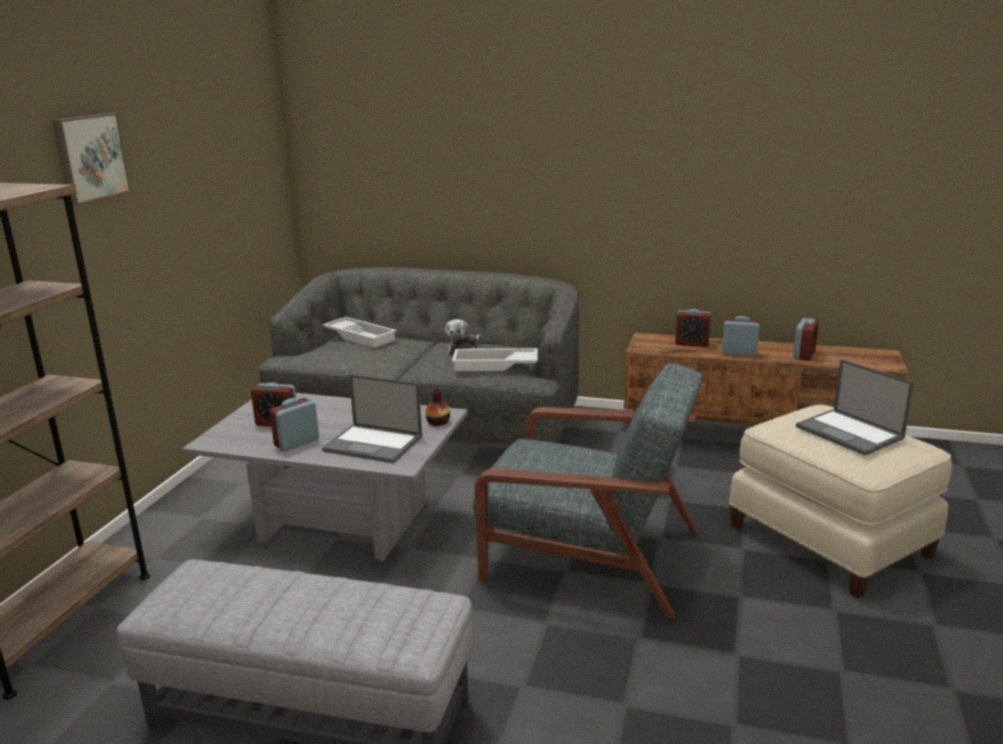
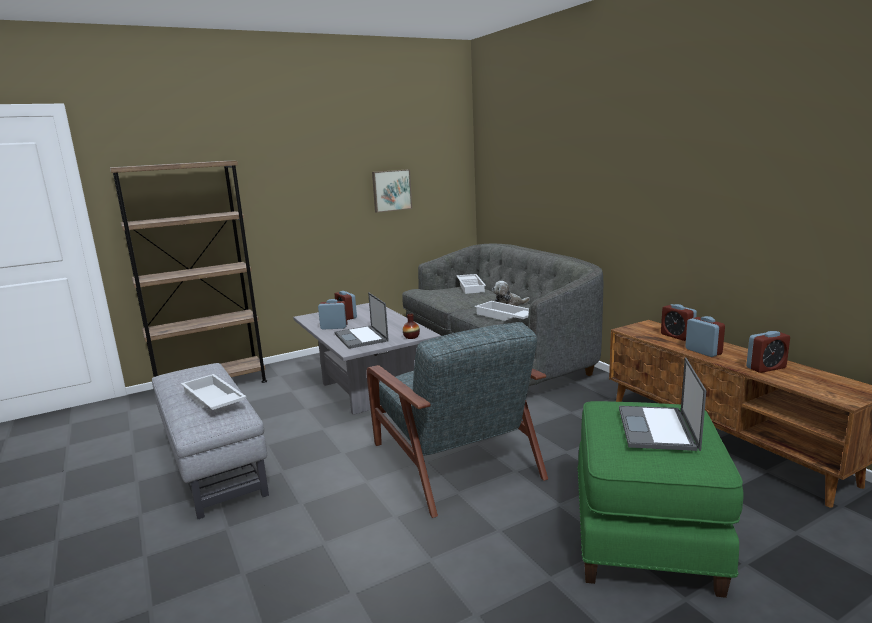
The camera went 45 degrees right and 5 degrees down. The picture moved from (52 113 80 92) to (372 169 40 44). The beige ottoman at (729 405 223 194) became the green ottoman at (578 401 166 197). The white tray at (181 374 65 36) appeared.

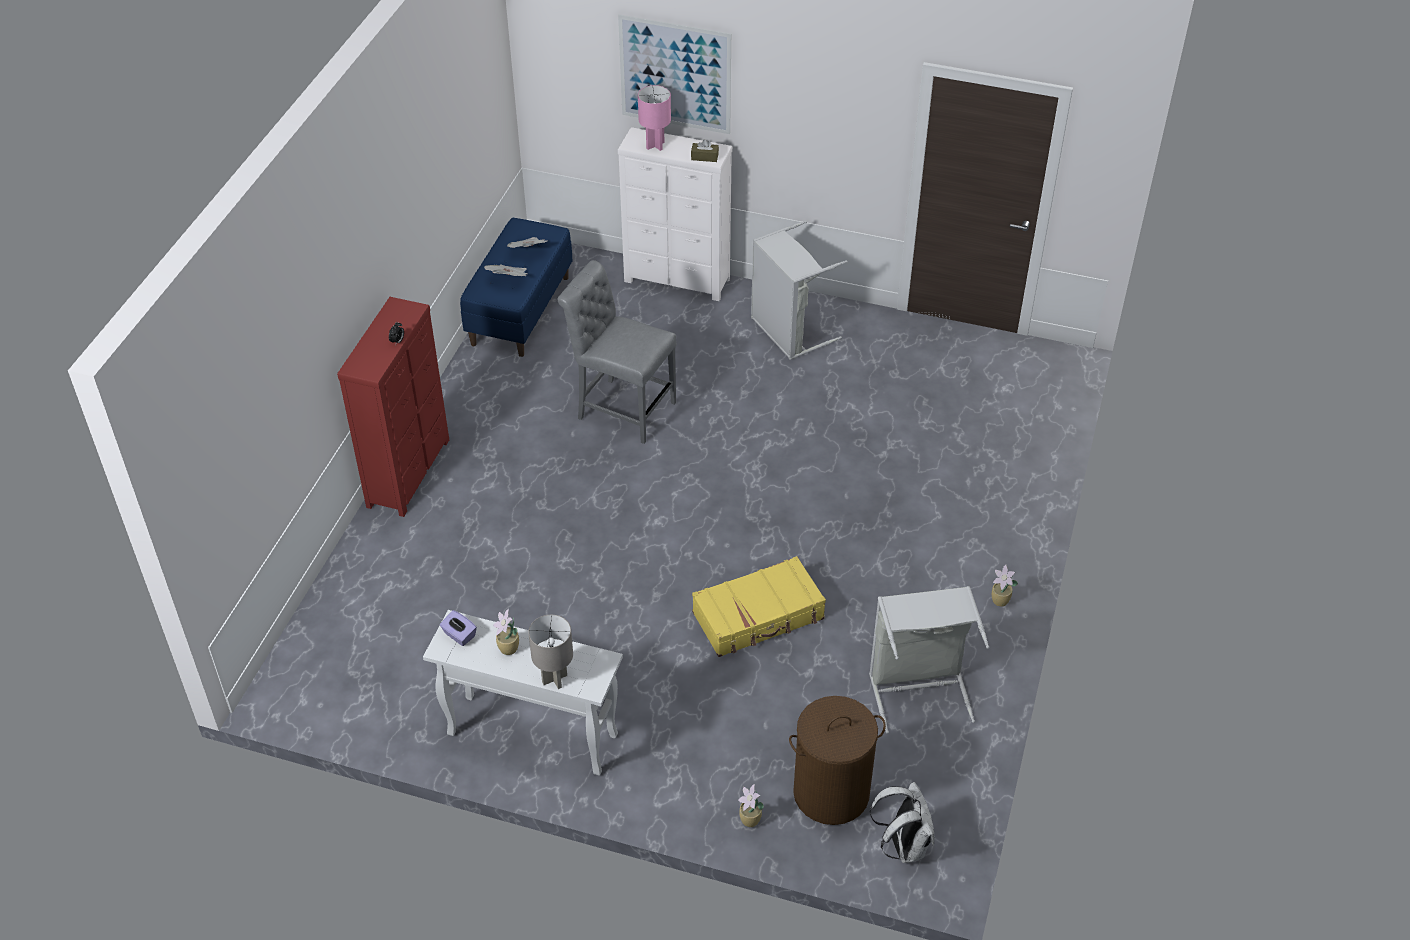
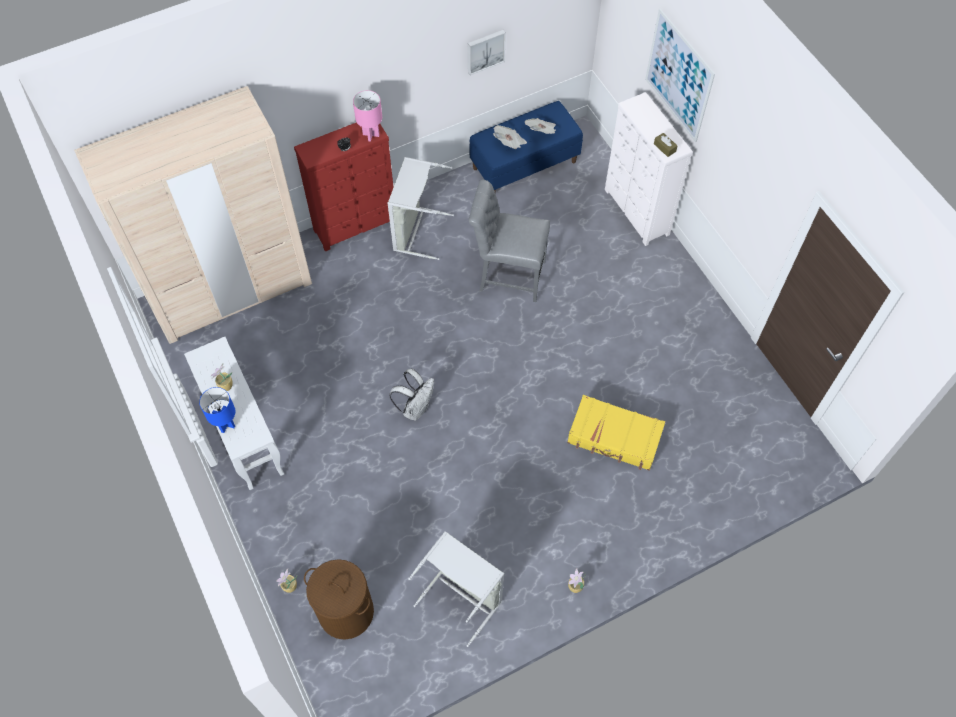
The camera went 45 degrees right and 15 degrees up. The purple tissue box at (440 610 37 36) disappeared. The grey table lamp at (528 615 45 74) became the blue table lamp at (199 387 36 46). The grey chair at (558 260 119 184) turned 60 degrees counterclockwise. The pink table lamp moved from (638 85 33 66) to (353 90 29 51). The yellow suitcase moved from (692 556 134 101) to (567 395 98 76). The grey laundry basket moved from (751 221 97 139) to (388 157 66 103). The white backpack moved from (870 782 65 81) to (389 369 45 52). The beige wardrobe at (74 86 238 258) appeared. The picture at (468 30 38 45) appeared.

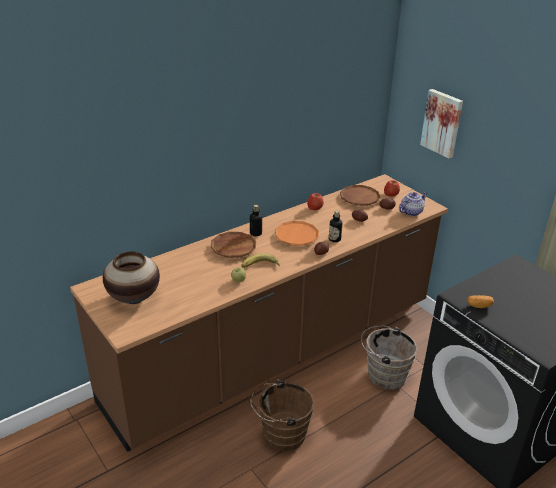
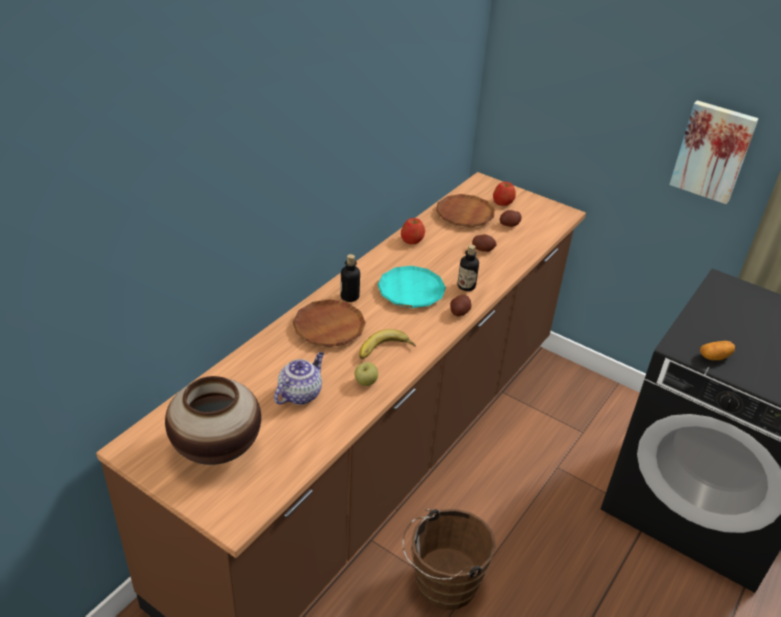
The camera went 20 degrees left and 5 degrees up. The orange plate at (275 221 44 25) became the turquoise plate at (378 266 68 42). The brown bucket at (361 325 57 65) disappeared. The teapot moved from (399 192 29 24) to (274 352 50 53). The picture moved from (420 89 43 69) to (669 100 90 104).

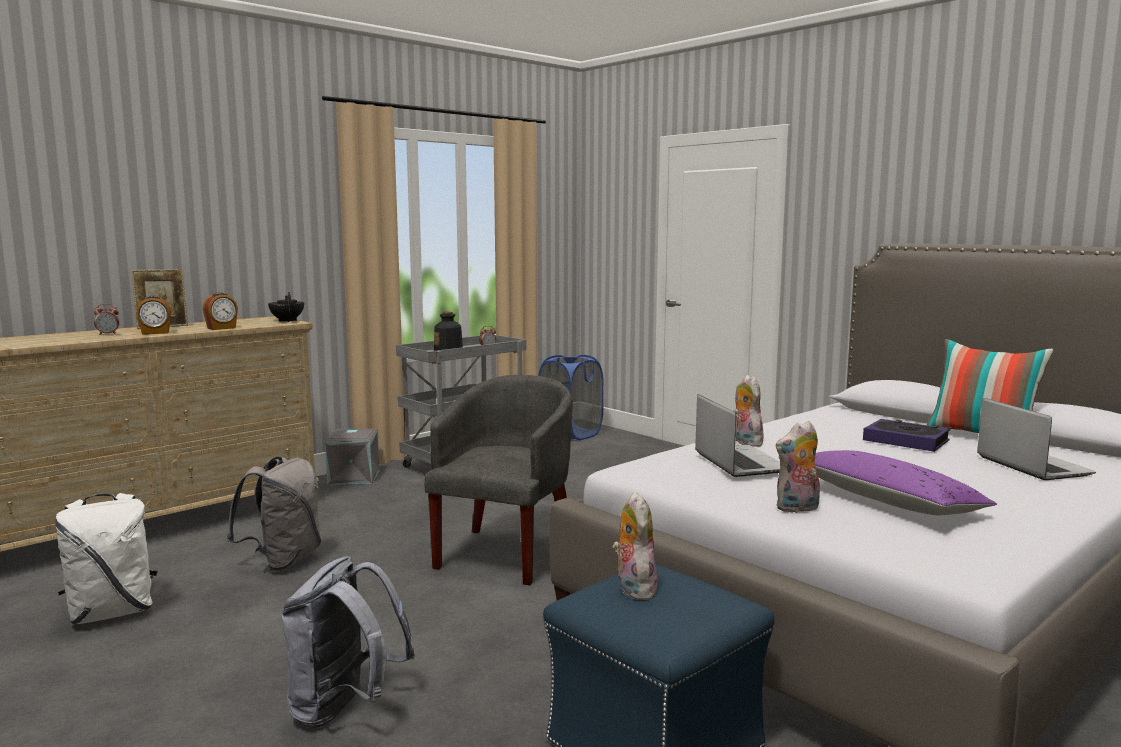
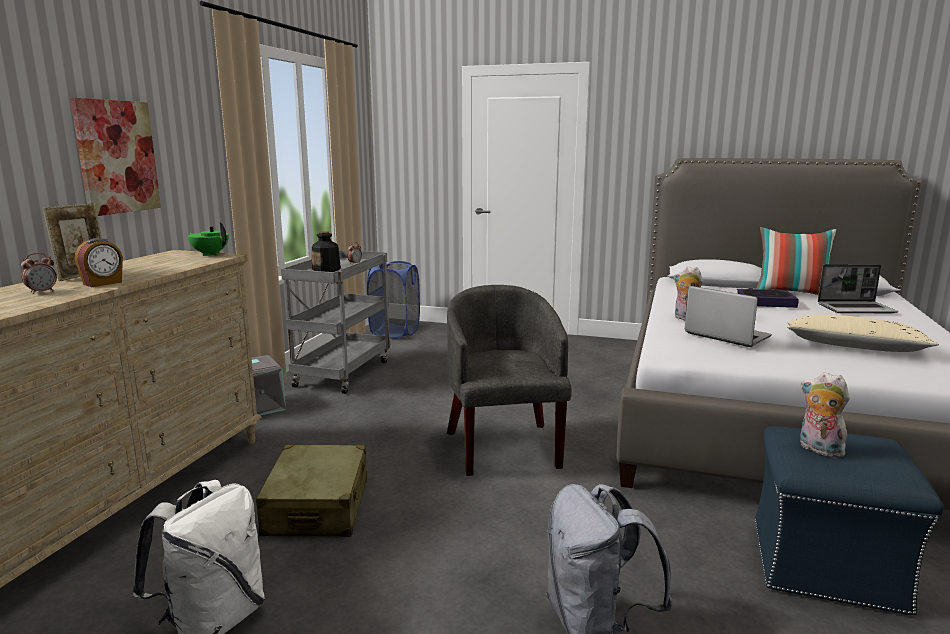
The camera went 30 degrees left and 5 degrees up. The alarm clock at (203 293 35 37) disappeared. The grey backpack at (227 457 94 114) was replaced by the beige suitcase at (256 445 111 92). The black teapot at (268 292 36 30) became the green teapot at (188 222 41 34). The plush toy at (776 421 44 92) disappeared. The purple pillow at (815 450 182 65) became the beige pillow at (787 315 152 37). The laptop at (977 398 119 82) turned 135 degrees clockwise. The picture at (70 98 91 118) appeared.

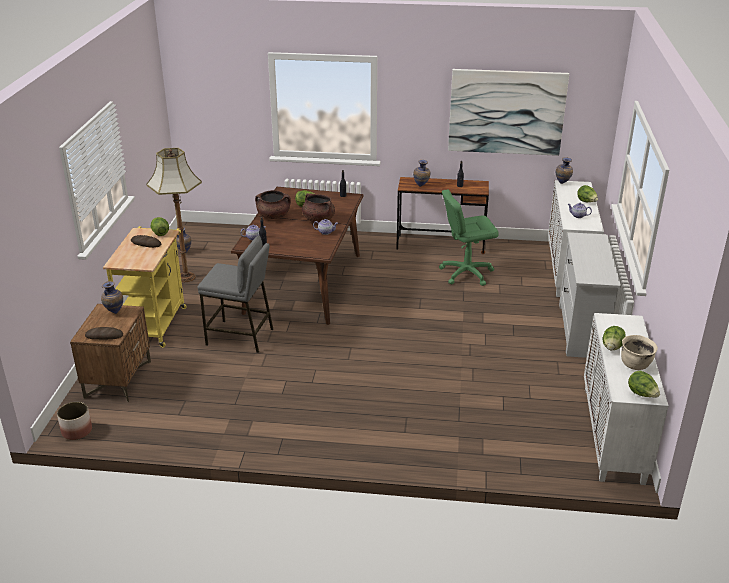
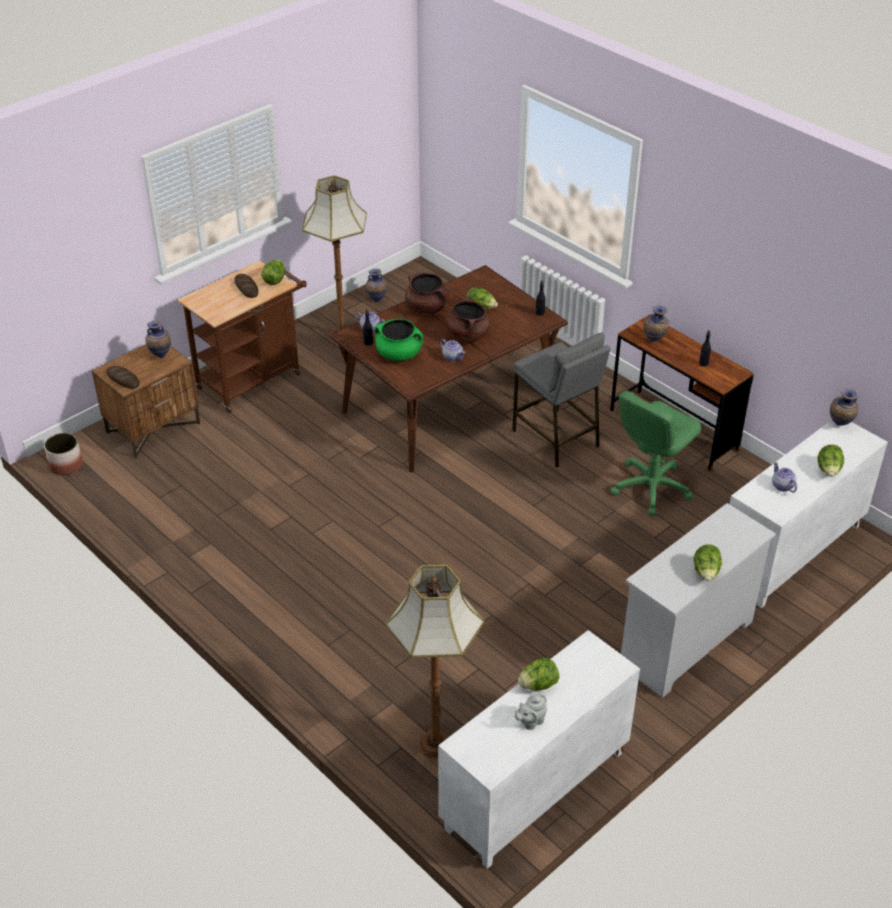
The camera went 40 degrees right and 10 degrees up. The yellow cart at (103 226 84 122) became the brown cart at (178 260 129 153). The grey stool moved from (197 235 76 118) to (512 332 98 135). The green office chair at (439 190 60 96) turned 75 degrees counterclockwise. The picture at (448 69 121 87) disappeared. The beige cooking pot at (621 335 37 35) was replaced by the grey teapot at (515 693 32 37). The lettuce moved from (628 371 32 27) to (694 544 28 37). The green cooking pot at (375 319 48 42) appeared. The floor lamp at (386 565 98 193) appeared.

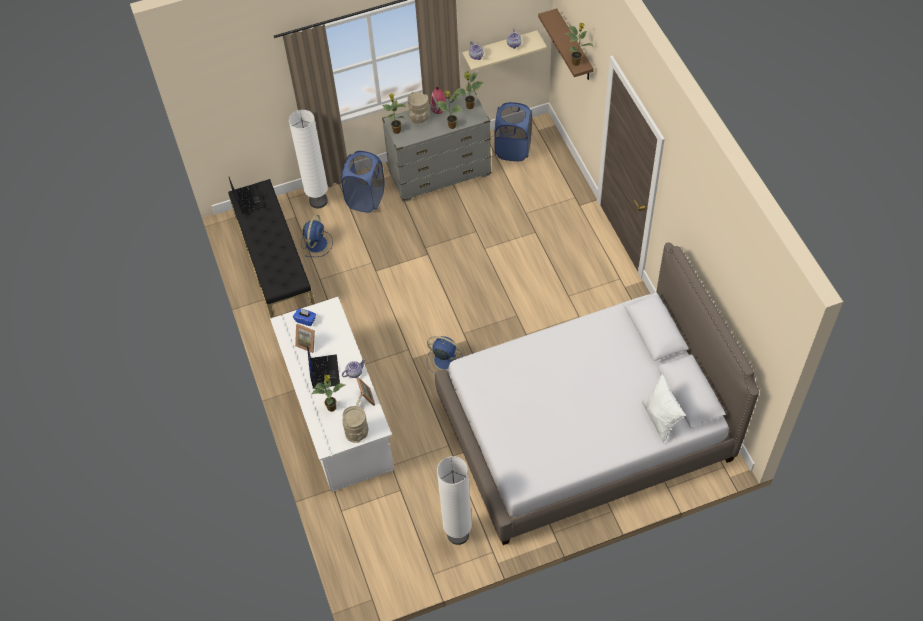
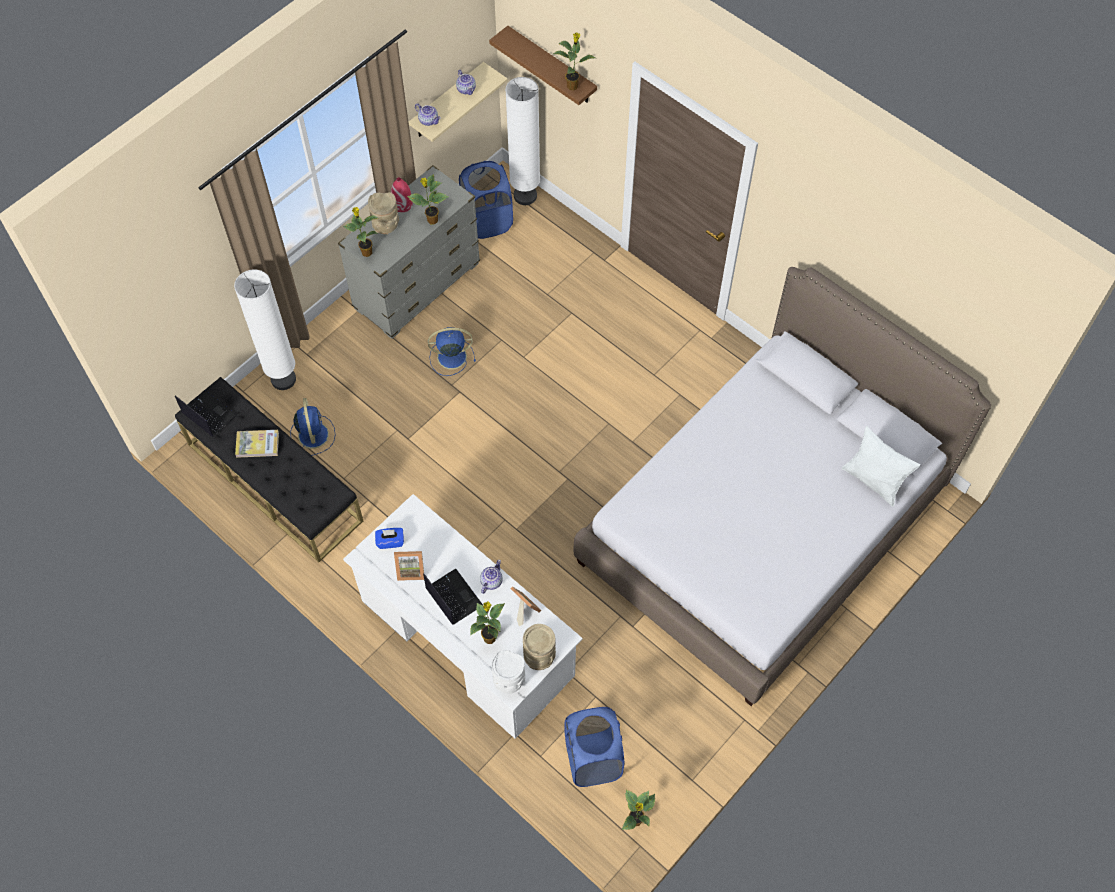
The camera went 30 degrees left and 5 degrees up. The blue laundry basket moved from (341 151 43 62) to (565 707 59 80). The blue fan moved from (427 336 36 37) to (428 327 48 49). The white floor lamp moved from (437 456 35 89) to (505 77 35 128). The potted plant moved from (454 71 29 38) to (621 790 34 40). The book at (235 430 44 28) appeared. The white vase at (491 650 34 44) appeared.

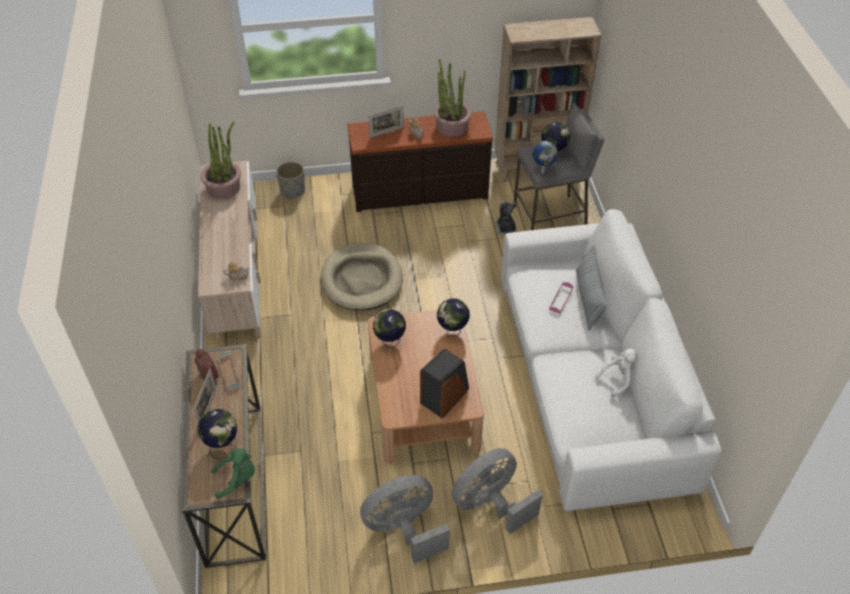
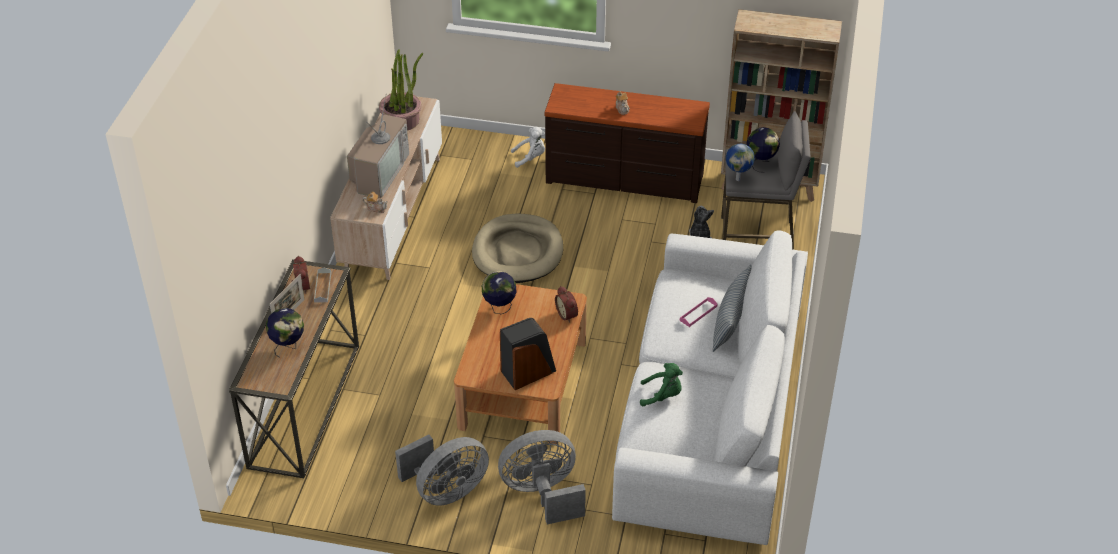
The camera went 20 degrees right and 5 degrees down. The green plush toy moved from (211 448 44 51) to (640 363 43 43). The grey planter at (276 162 29 37) disappeared. The grey fan at (360 475 90 89) turned 150 degrees clockwise. The picture frame at (368 106 36 32) disappeared. The potted plant at (434 58 38 79) disappeared. The globe at (437 298 33 38) was replaced by the alarm clock at (555 286 23 37). The white plush toy moved from (595 349 44 48) to (511 127 34 41). The television at (347 97 62 101) appeared.

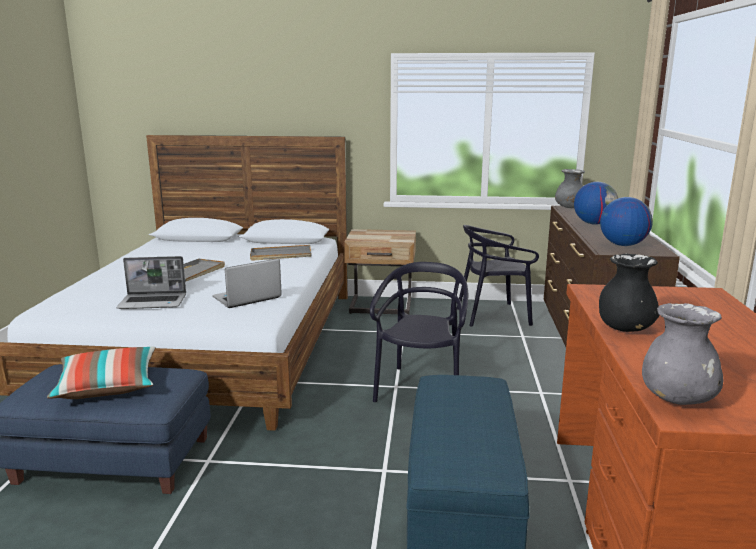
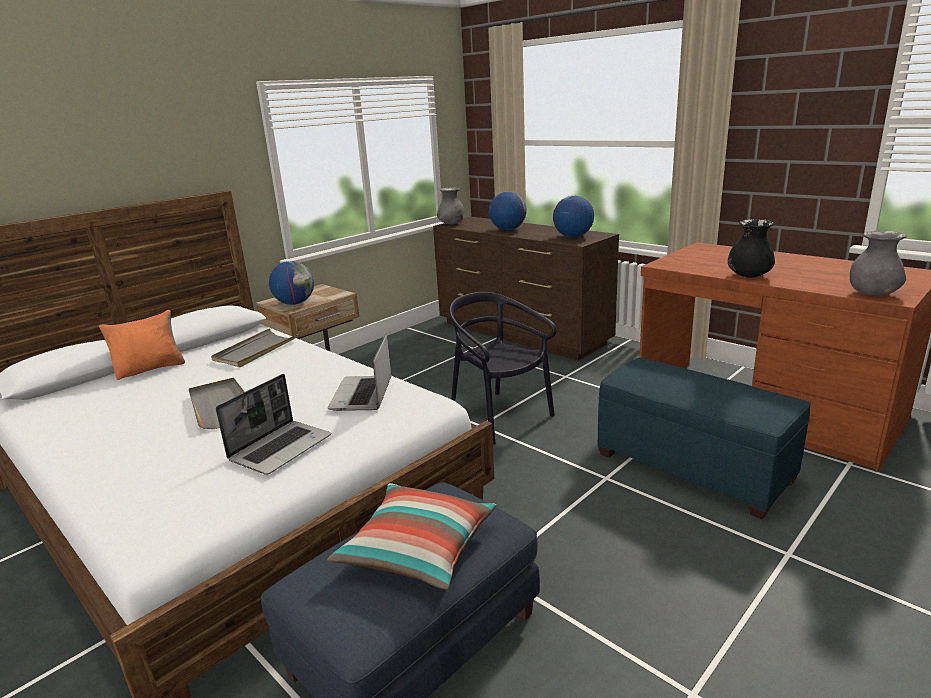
The camera went 50 degrees left and 5 degrees up. The black chair at (457 225 82 102) disappeared. The orange pillow at (99 310 86 70) appeared. The globe at (269 261 45 44) appeared.

